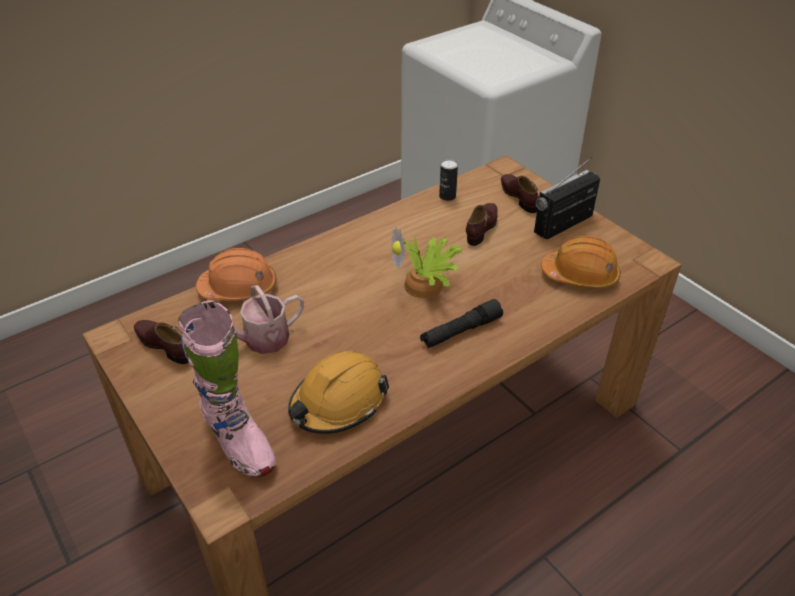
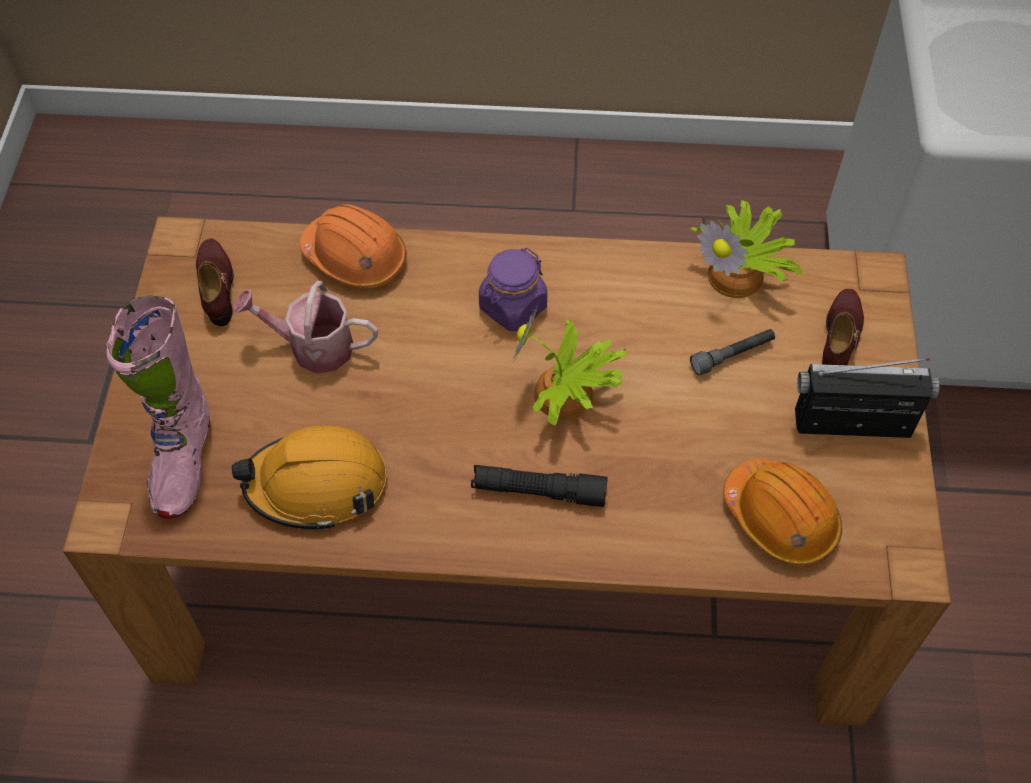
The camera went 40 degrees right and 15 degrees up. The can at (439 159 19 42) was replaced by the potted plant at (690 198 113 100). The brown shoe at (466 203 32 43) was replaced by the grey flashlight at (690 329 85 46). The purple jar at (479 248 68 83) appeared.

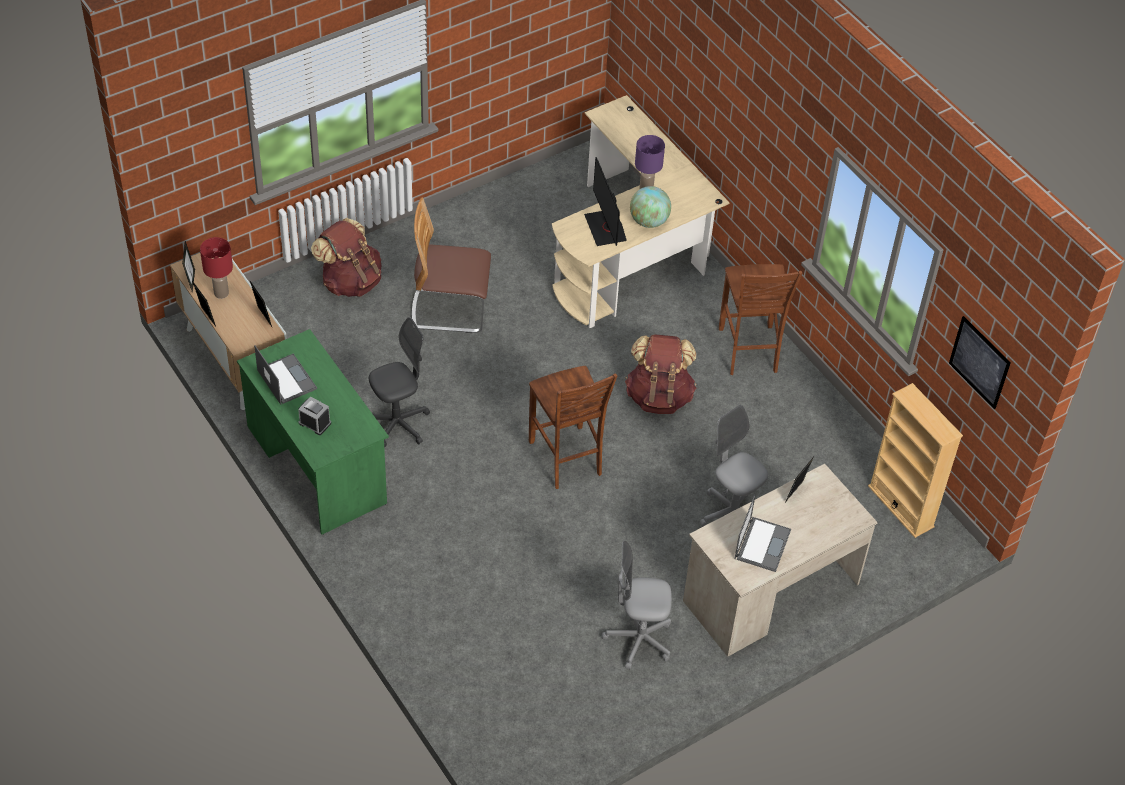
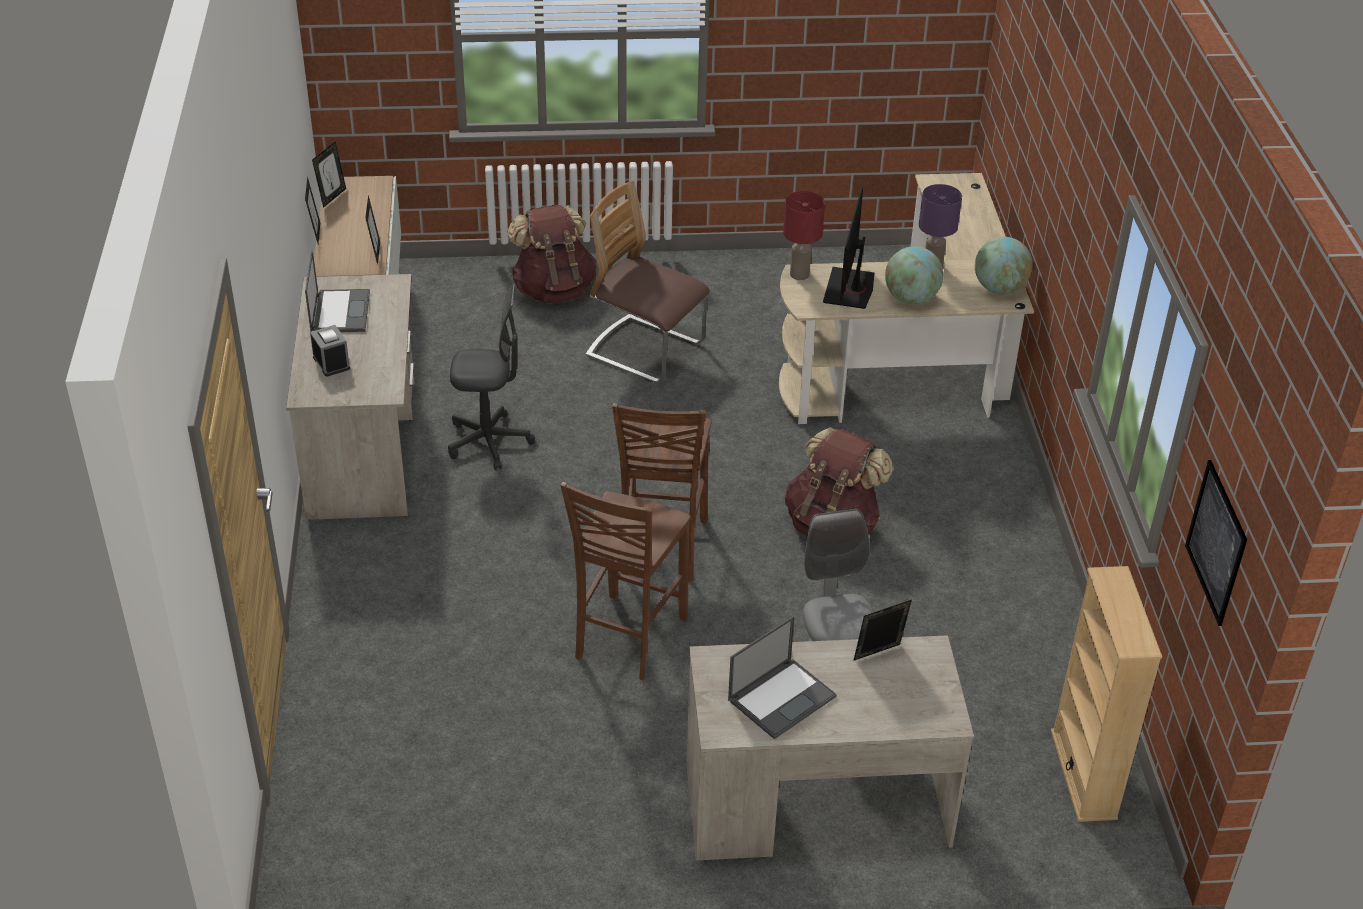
The camera went 30 degrees right and 10 degrees down. The red table lamp moved from (200 237 33 62) to (783 191 42 89). The green desk at (237 329 152 206) became the beige desk at (286 274 129 246). The grey office chair at (602 541 70 128) disappeared. The brown chair moved from (719 264 83 111) to (560 482 131 198). The globe at (975 237 58 57) appeared.

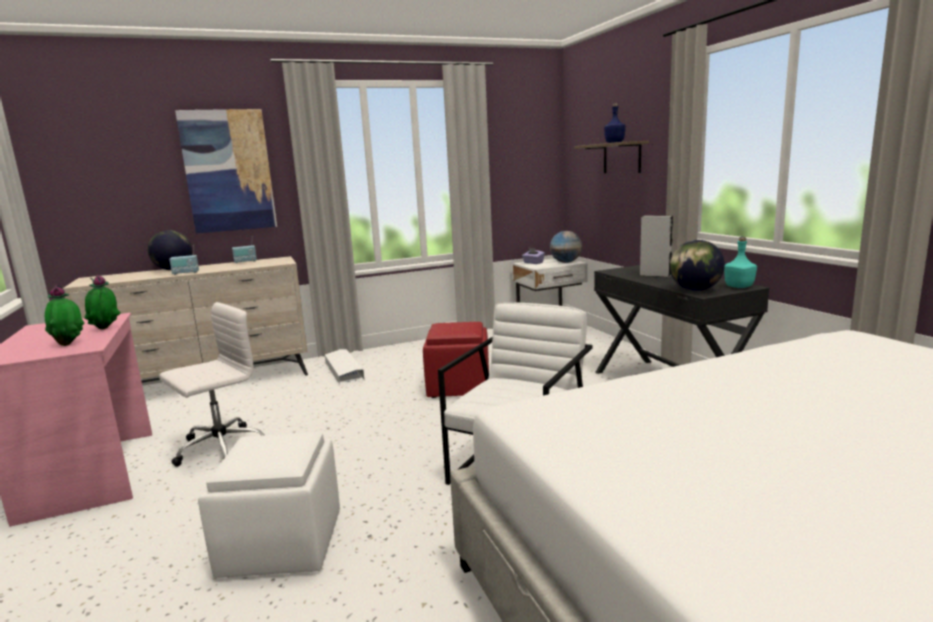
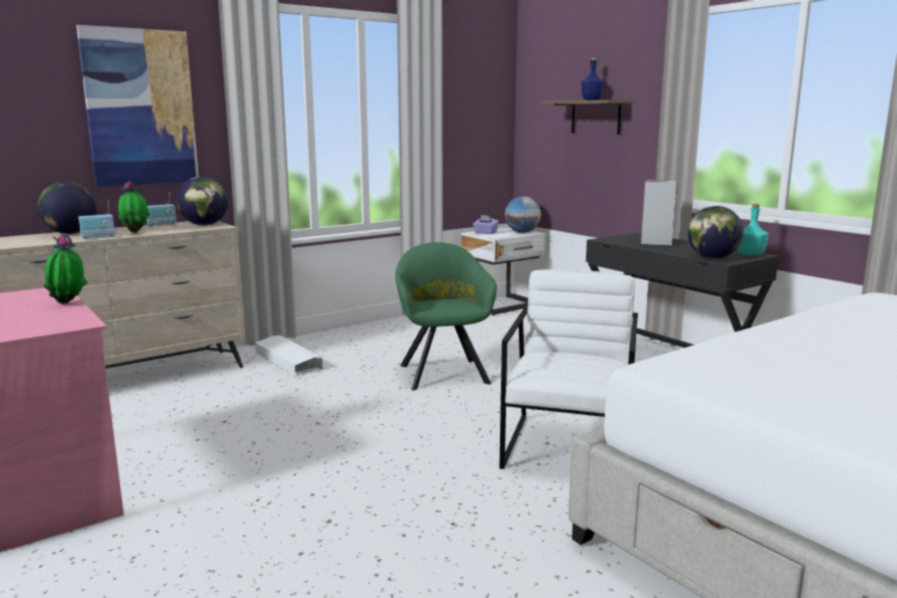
The camera went 15 degrees left and 0 degrees up. The potted plant moved from (45 285 39 61) to (118 181 32 52). The white office chair at (159 302 105 165) disappeared. The white ottoman at (198 432 142 146) disappeared. The red ottoman at (423 322 66 76) was replaced by the green armchair at (395 242 102 148). The globe at (177 176 51 49) appeared.

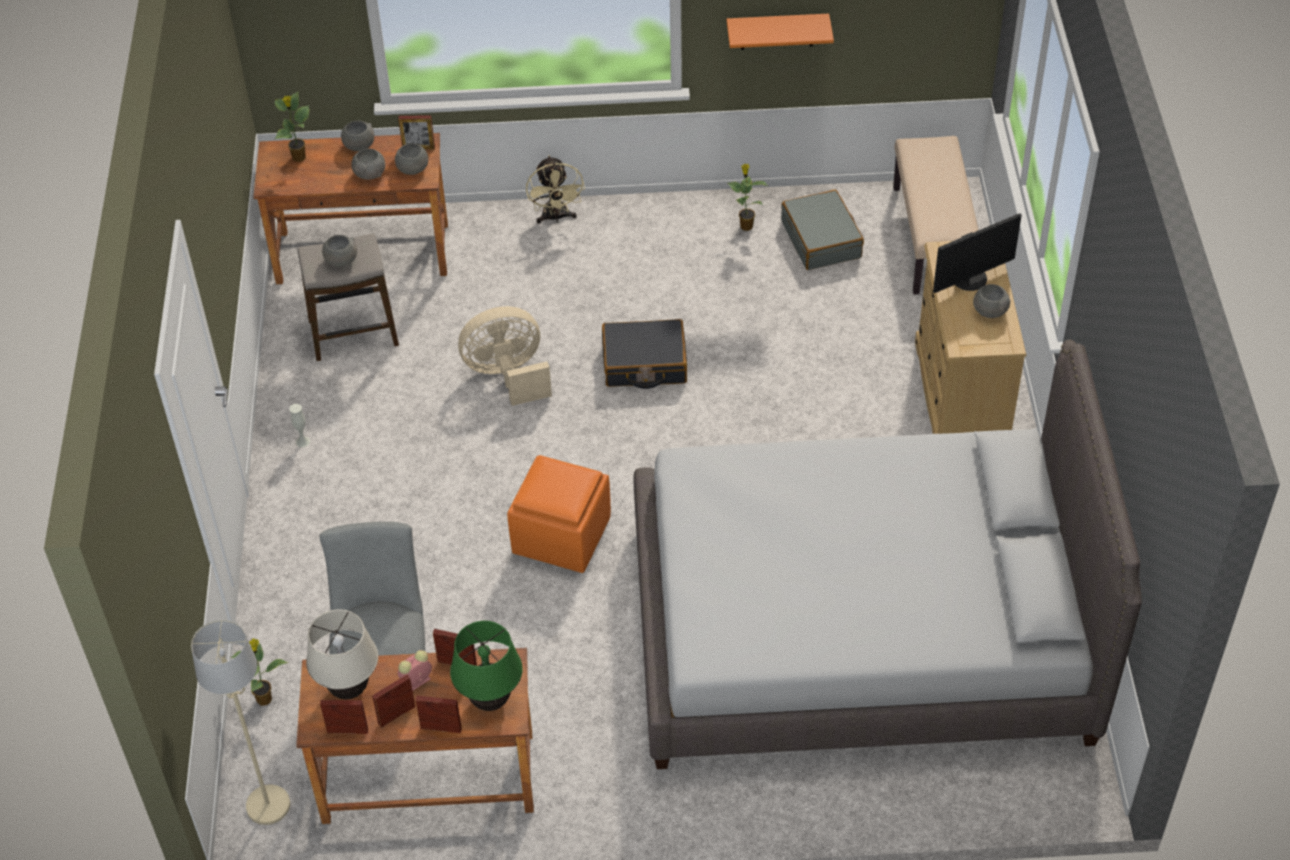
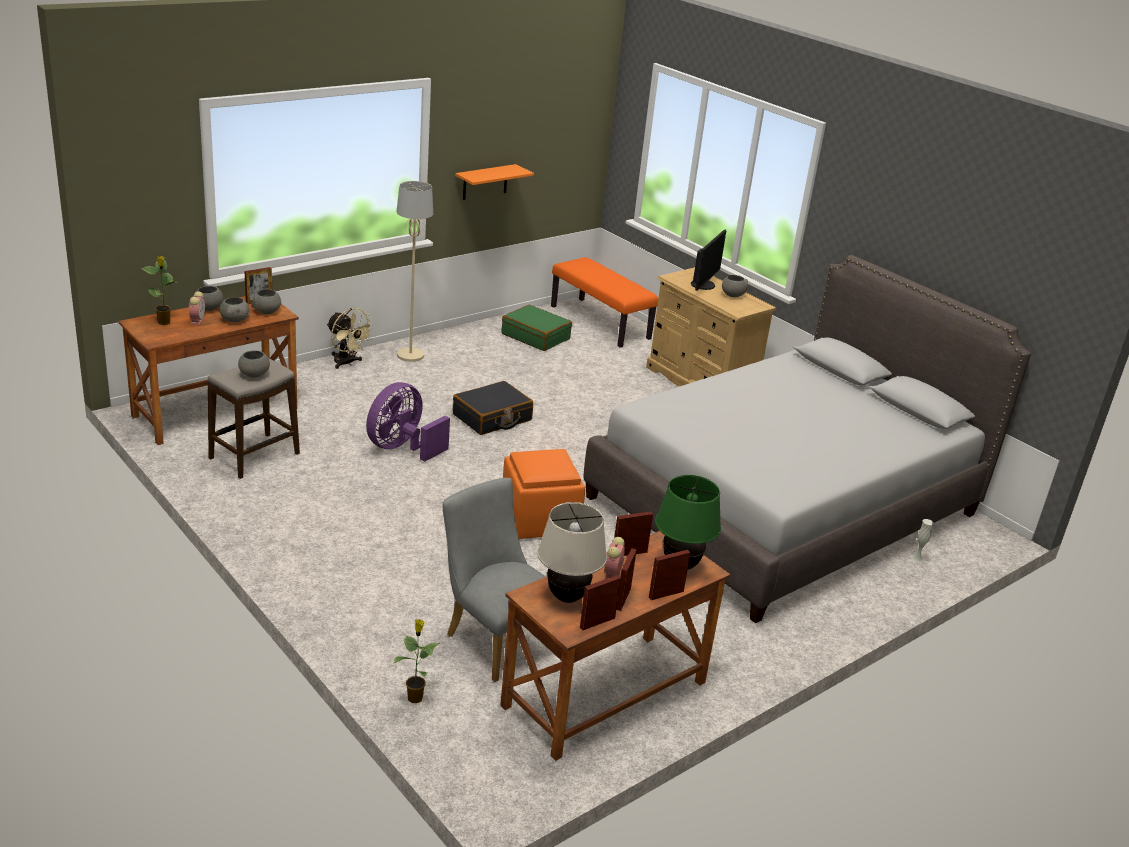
The camera went 40 degrees left and 20 degrees down. The beige floor lamp moved from (191 620 99 205) to (397 181 36 181). The white vase moved from (289 404 21 44) to (911 519 23 44). The beige fan at (458 306 94 100) became the purple fan at (366 382 84 80). The potted plant at (728 164 40 67) disappeared. The grey suitcase at (781 190 83 80) became the green suitcase at (502 305 70 46). The beige bench at (893 136 85 159) became the orange bench at (551 257 108 91). The alarm clock at (189 291 16 34) appeared.

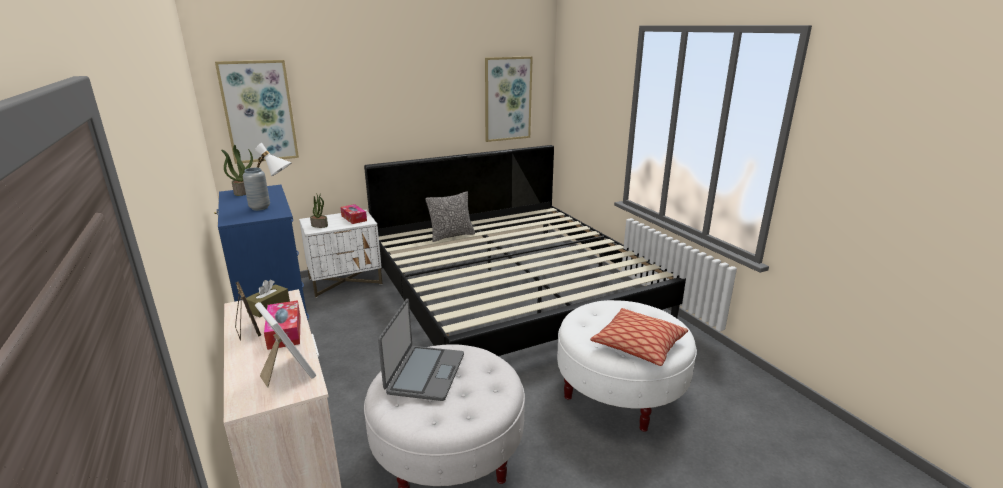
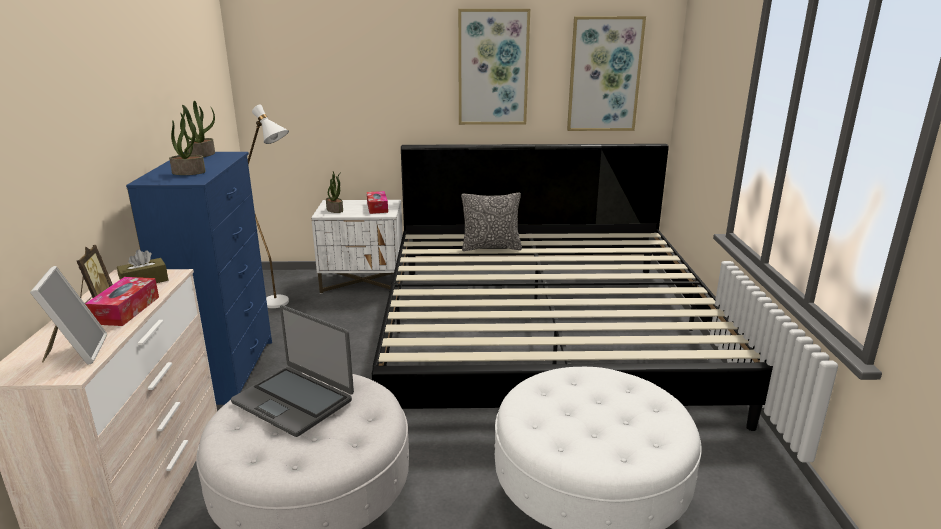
The camera went 25 degrees right and 0 degrees up. The picture moved from (215 60 84 104) to (458 9 72 116). The grey vase at (243 168 27 43) was replaced by the potted plant at (169 113 37 62). The laptop at (378 299 86 102) turned 90 degrees clockwise. The pillow at (590 308 98 58) disappeared.

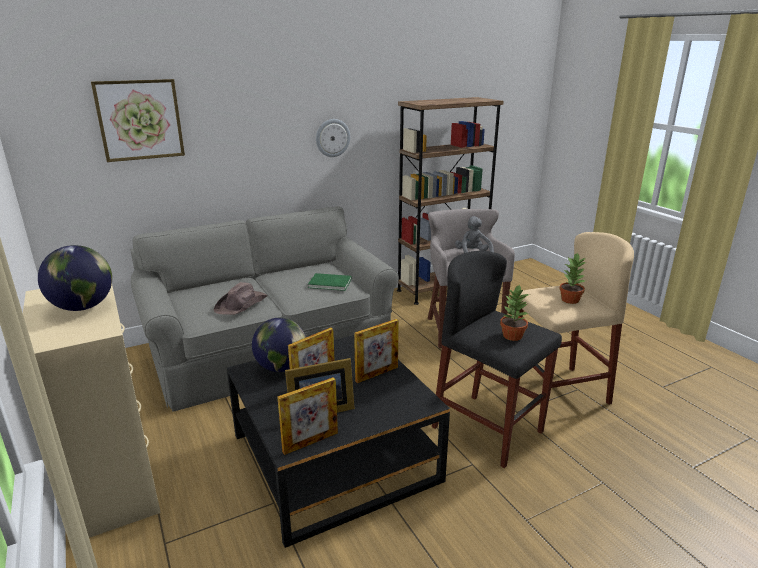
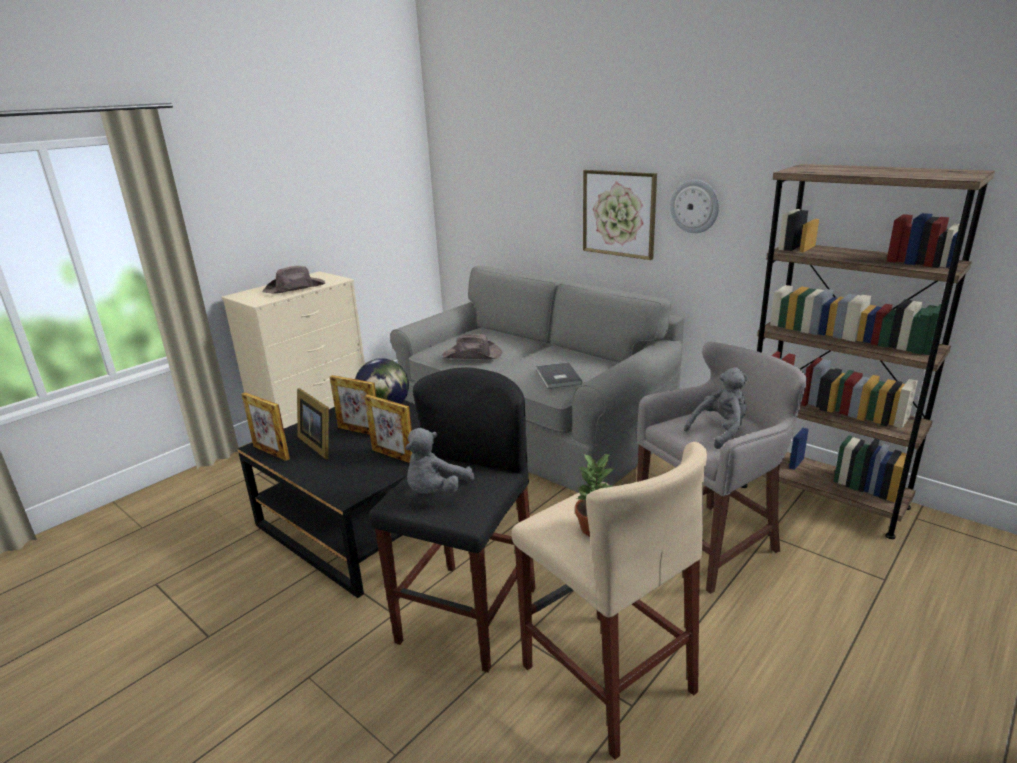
The camera went 70 degrees right and 0 degrees up. The globe at (38 245 74 66) was replaced by the brown hat at (262 266 63 28). The picture moved from (91 79 94 83) to (583 170 74 90). The green book at (308 273 44 18) became the grey book at (536 362 46 27). The potted plant at (500 284 30 57) was replaced by the grey plush toy at (405 428 69 66).

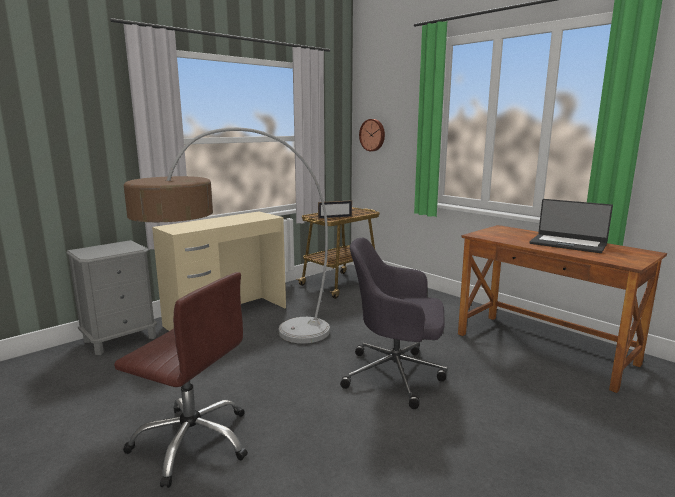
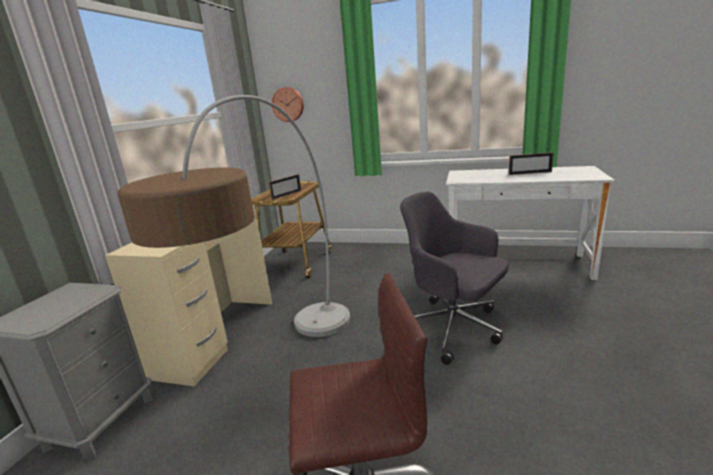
The camera went 30 degrees left and 5 degrees up. The grey office chair at (340 237 107 172) turned 60 degrees clockwise. The brown desk at (458 225 209 168) became the white desk at (446 166 169 114). The laptop at (529 199 84 54) was replaced by the picture frame at (509 152 44 23).

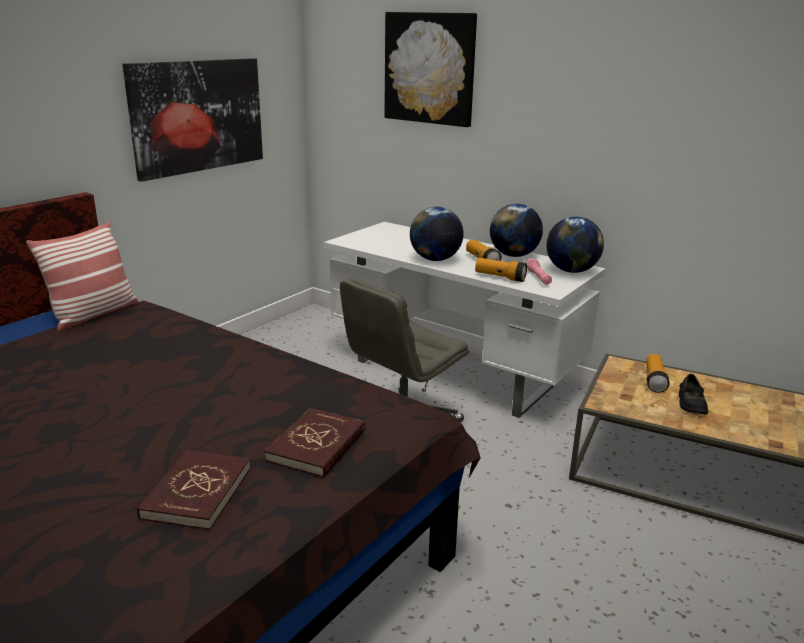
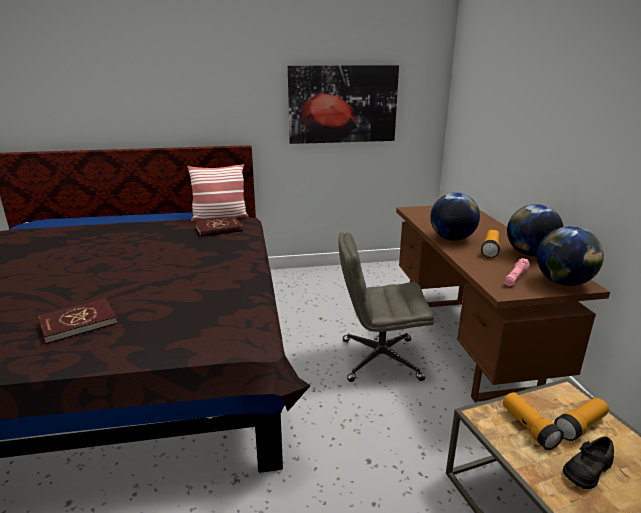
The camera went 45 degrees right and 0 degrees up. The red book moved from (264 408 102 69) to (195 217 48 20). The white desk at (324 222 282 196) became the brown desk at (396 206 214 196). The picture at (384 12 93 115) disappeared. The flashlight moved from (475 258 52 24) to (503 392 61 58).

